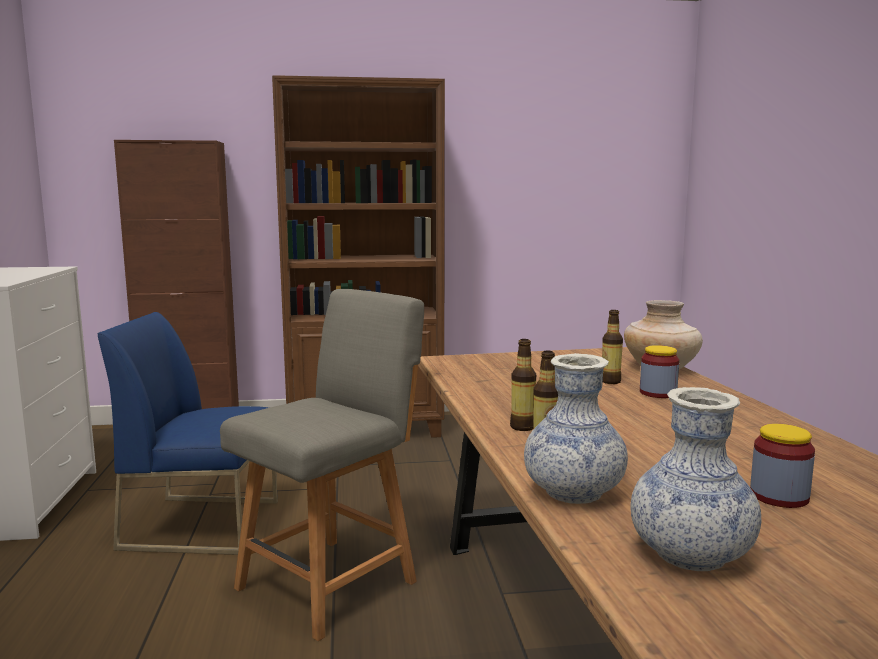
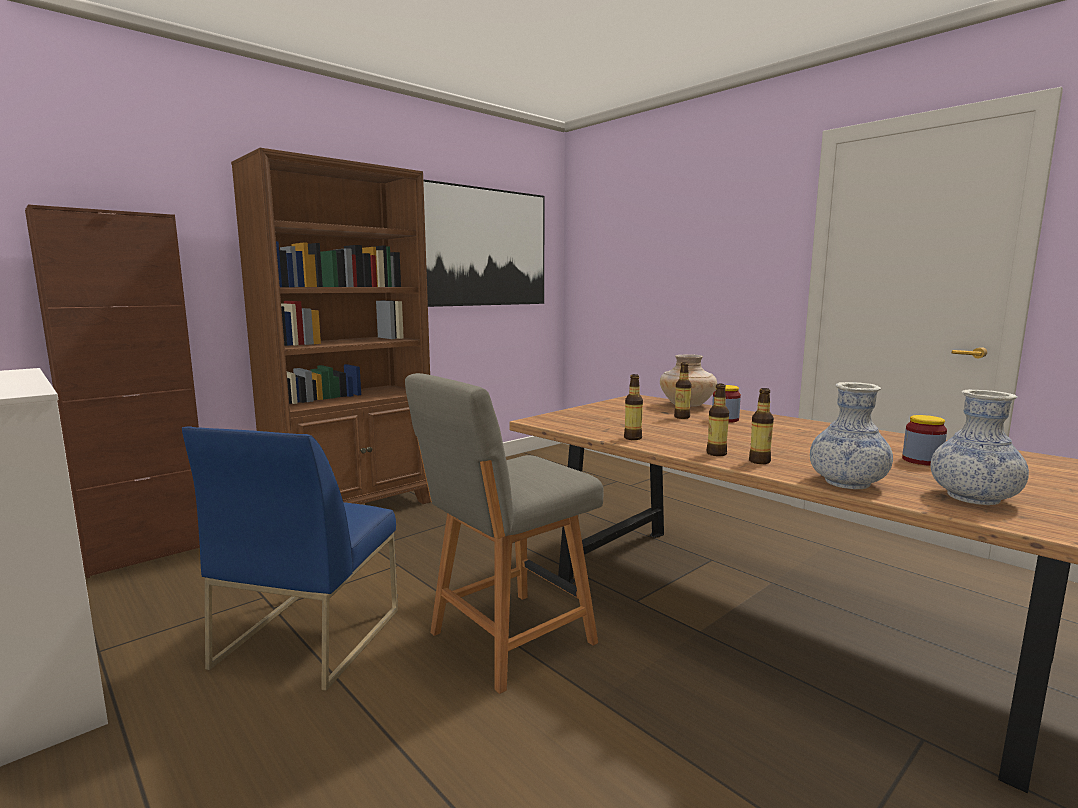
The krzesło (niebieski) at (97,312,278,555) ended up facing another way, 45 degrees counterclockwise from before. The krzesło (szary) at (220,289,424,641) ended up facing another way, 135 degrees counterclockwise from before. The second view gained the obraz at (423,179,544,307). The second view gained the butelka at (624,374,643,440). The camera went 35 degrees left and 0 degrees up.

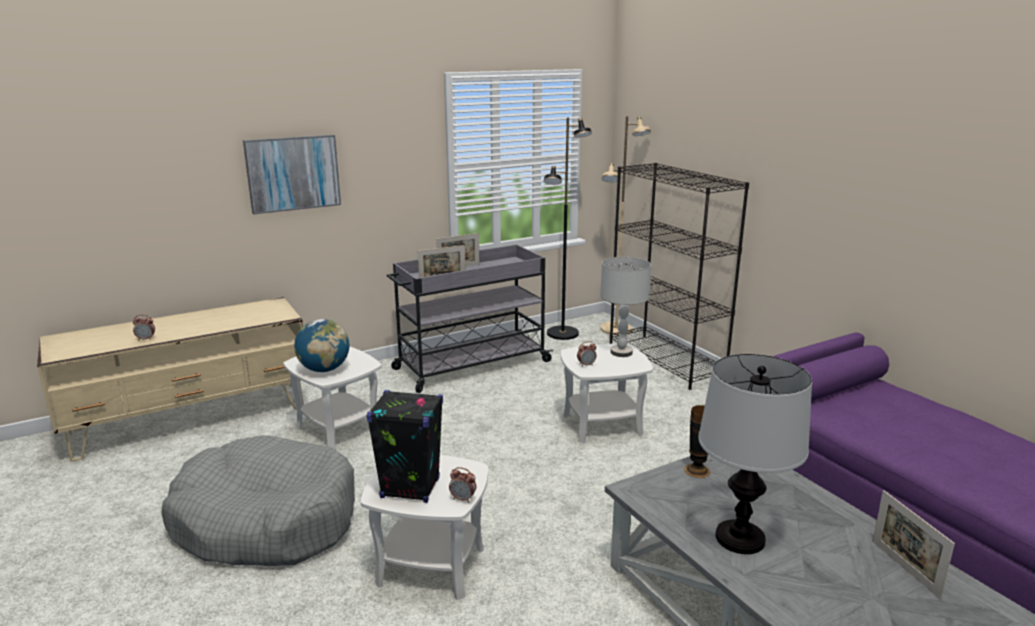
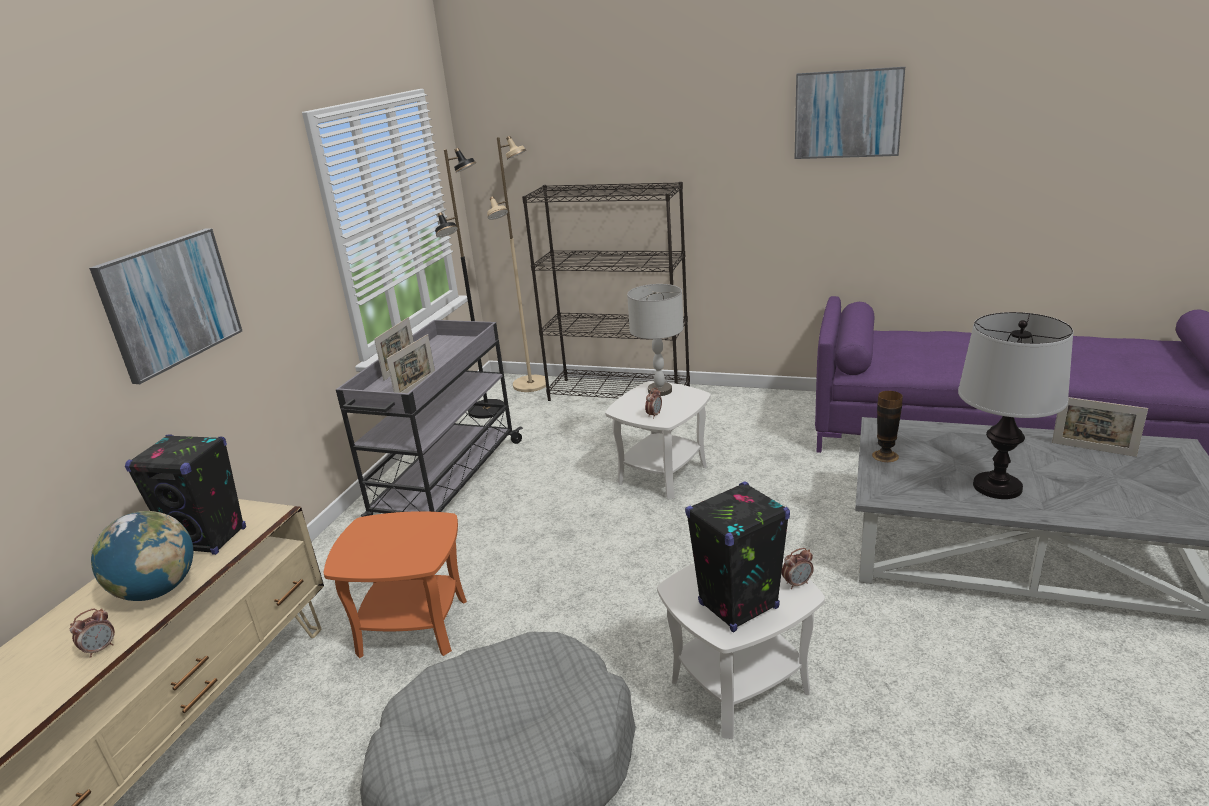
What was the stolik (biały) at (283,346,381,450) turned into the stolik (pomarańczowy) at (324,511,467,658). The globus ended up elsewhere, having gone from (294,319,349,372) to (91,511,193,601). The second view gained the głośnik (czarny) at (125,435,246,555). The second view gained the obraz at (795,67,905,159). The camera went 40 degrees left and 5 degrees up.

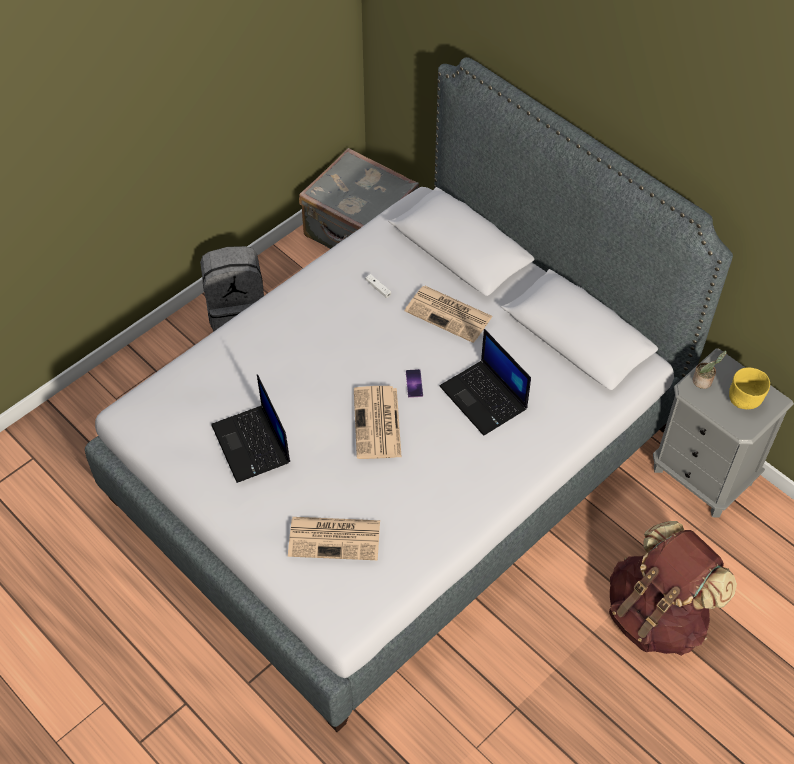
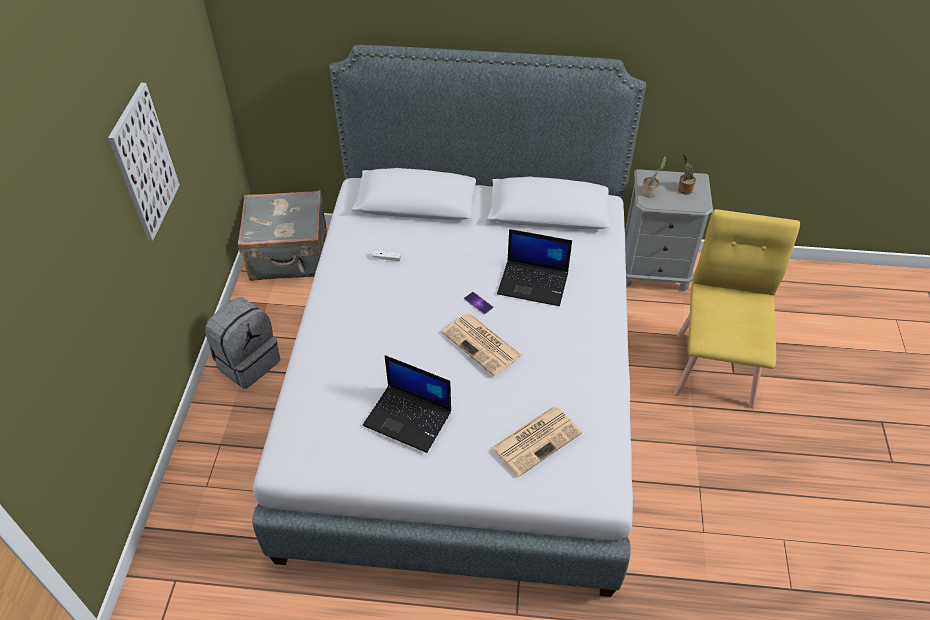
The second view lost the gazeta at (405,286,493,343). Where the plecak (brązowy) stood at (609,521,737,656), the krzesło (żółty) came to stand at (673,209,800,409). Where the miska (żółty) stood at (729,367,770,409), the roślina doniczkowa came to stand at (678,154,696,195). The second view gained the obraz at (108,83,180,241). The camera went 40 degrees left and 5 degrees down.

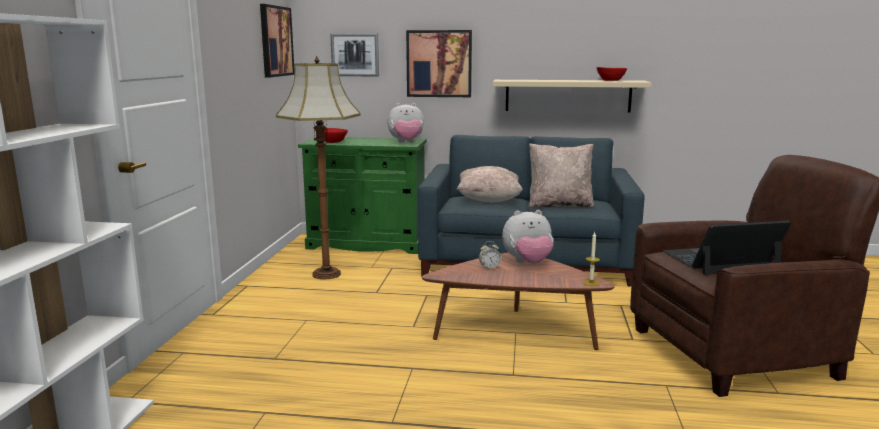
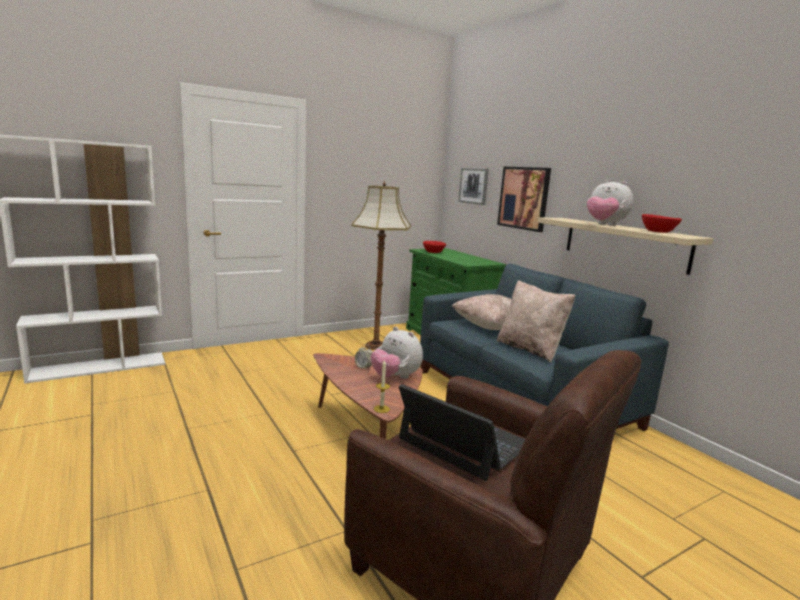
The second view lost the obraz at (260,4,294,78). The pluszak ended up elsewhere, having gone from (387,103,424,143) to (587,180,633,226). The camera went 50 degrees right and 0 degrees up.

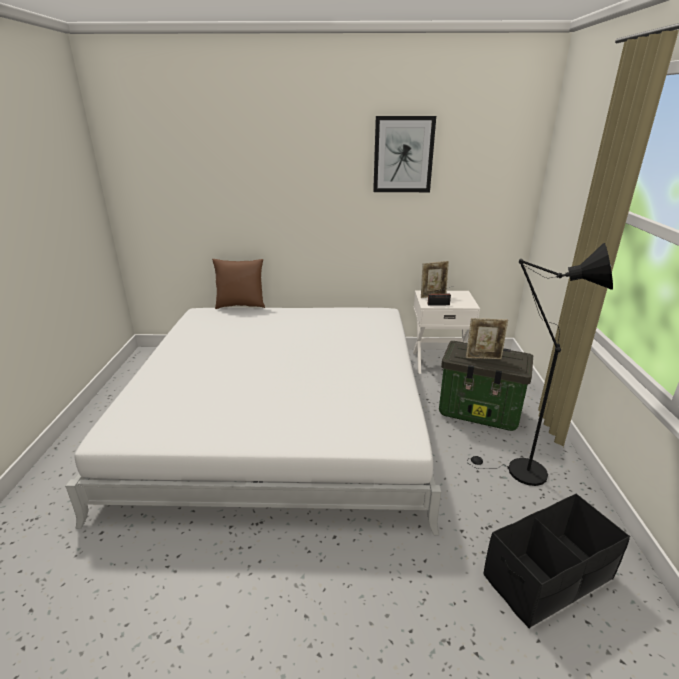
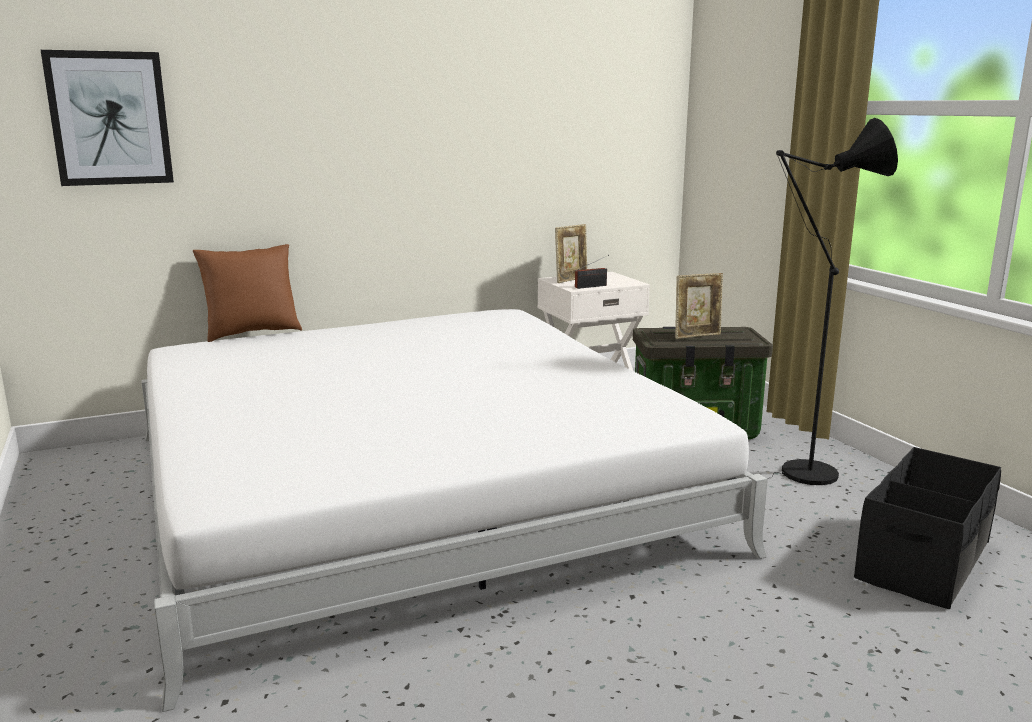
The obraz ended up elsewhere, having gone from (373,116,436,192) to (41,50,174,186). The camera went 25 degrees left and 10 degrees down.

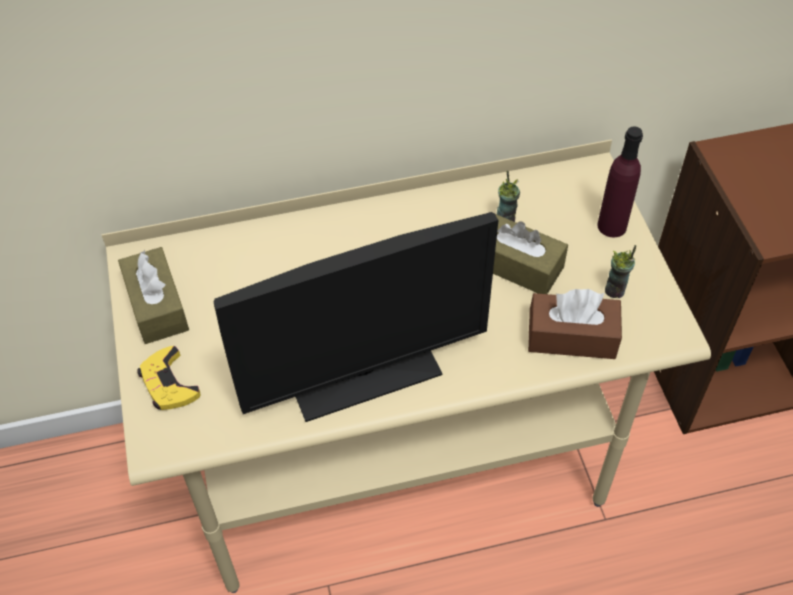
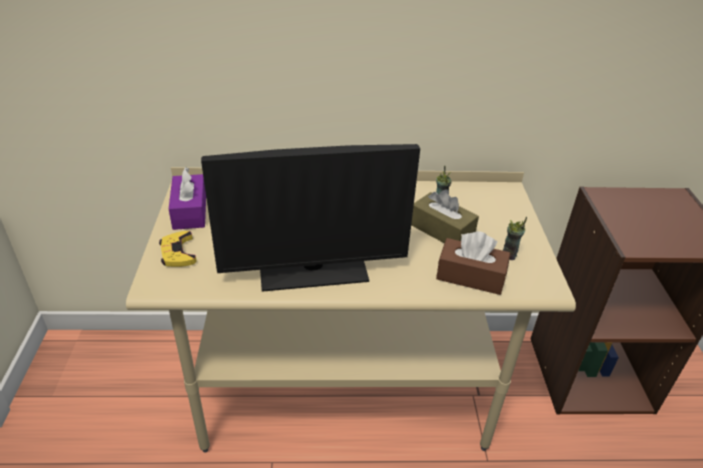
What was the pudełko chusteczek (brązowy) at (118,247,189,344) turned into the pudełko chusteczek (fioletowy) at (169,167,206,230). The second view lost the butelka (fioletowy) at (597,126,643,237). The camera went 10 degrees right and 15 degrees down.

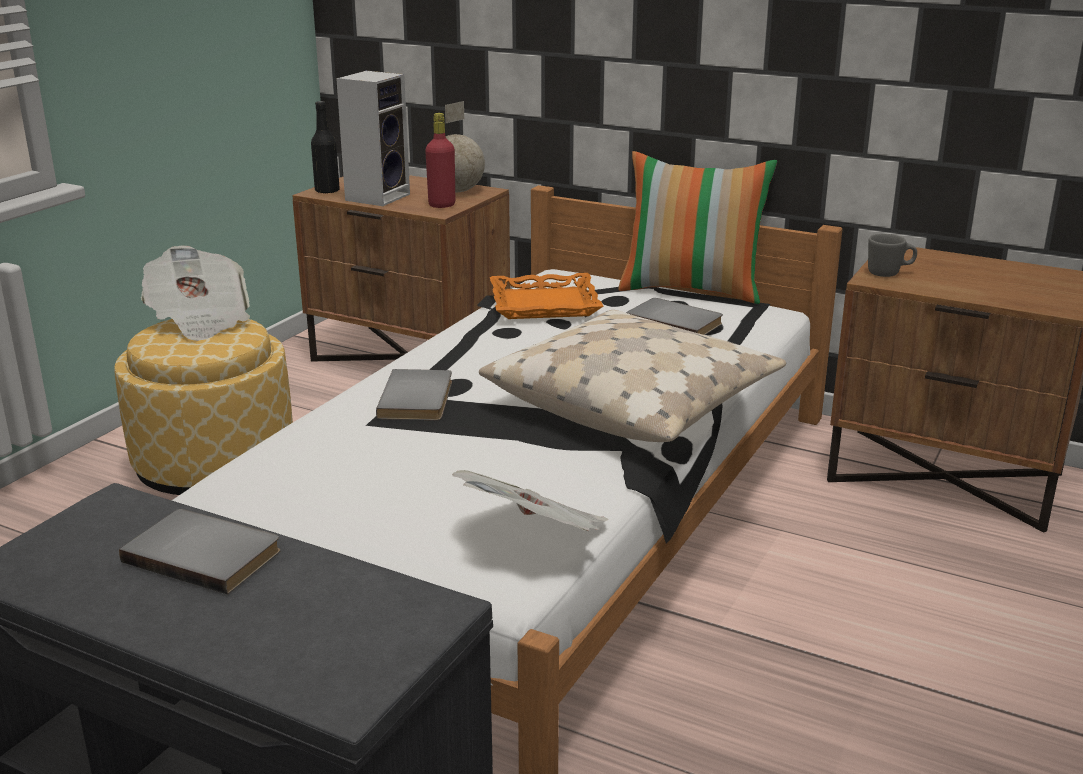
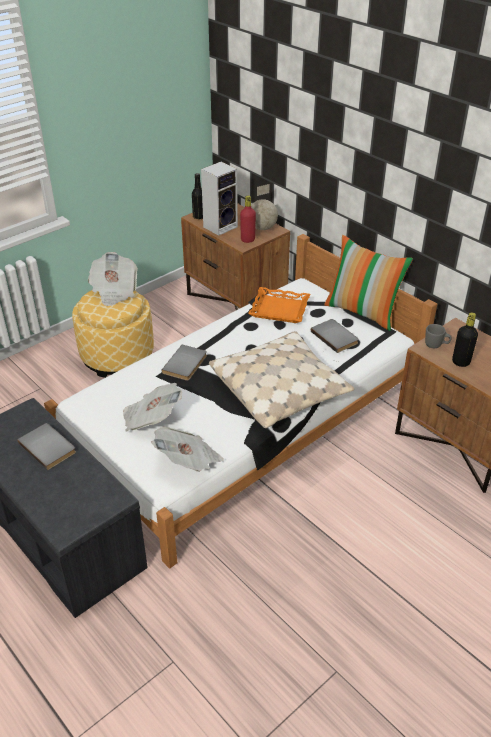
The second view gained the gazeta at (123,383,182,431). The second view gained the butelka (czarny) at (452,312,478,367). The camera went 20 degrees right and 15 degrees up.

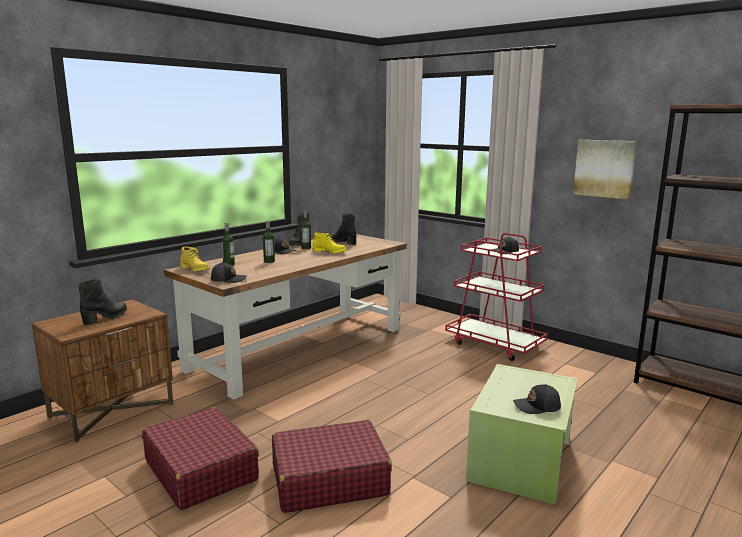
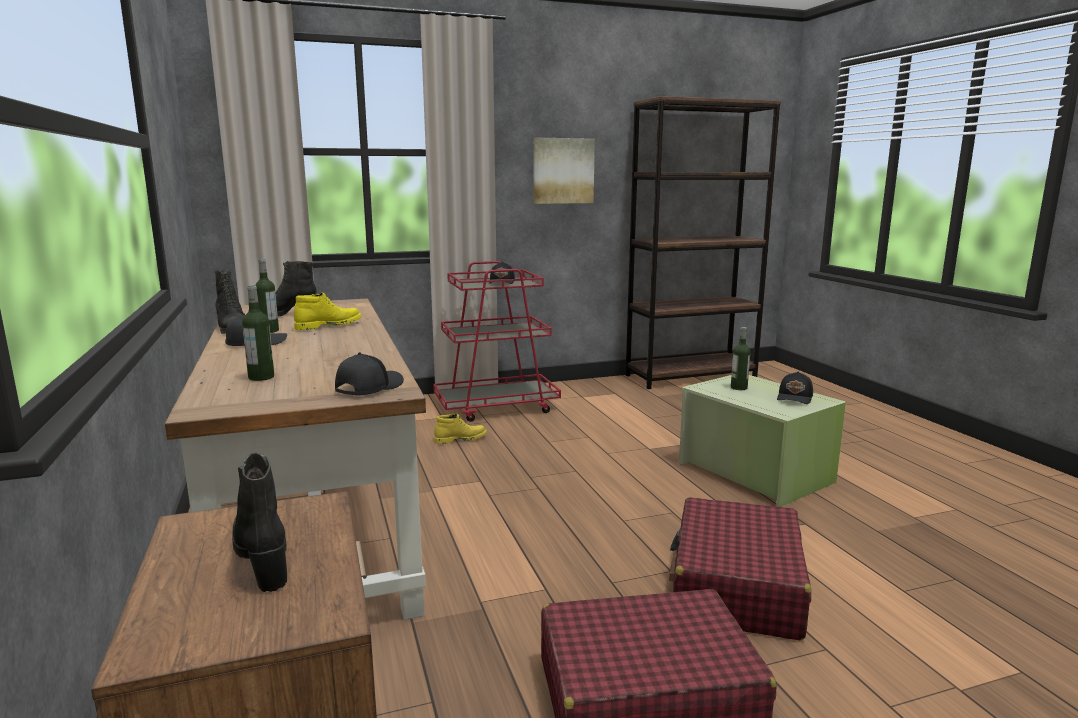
The but z cholewką (żółty) ended up elsewhere, having gone from (180,246,209,271) to (434,414,487,444). The butelka ended up elsewhere, having gone from (263,220,275,263) to (731,327,751,390). The camera went 60 degrees left and 0 degrees up.

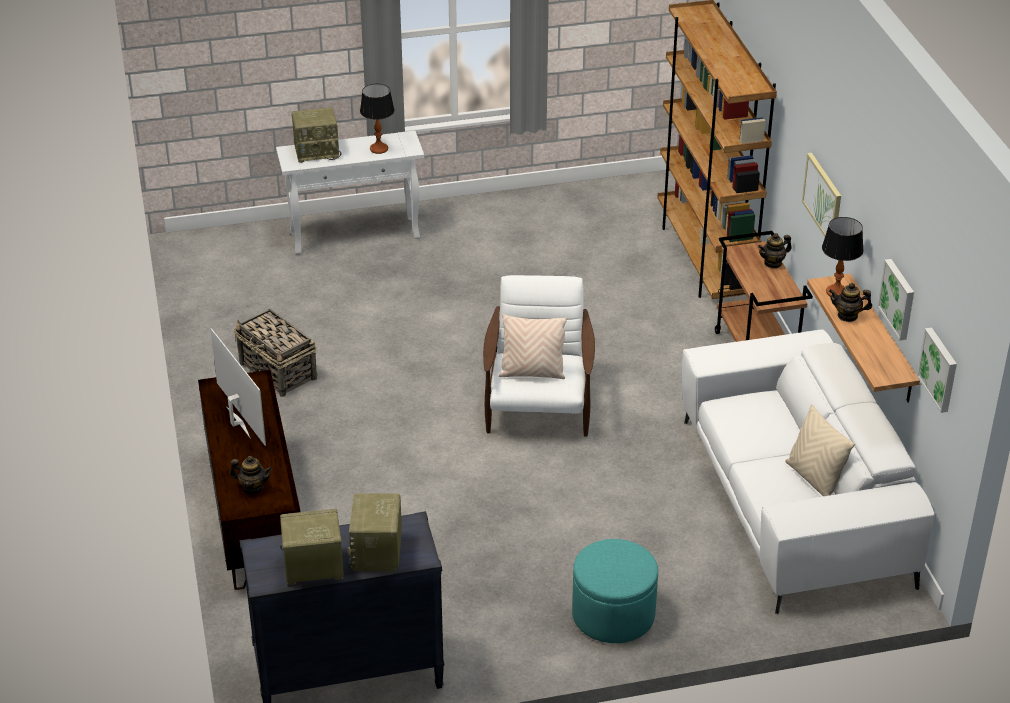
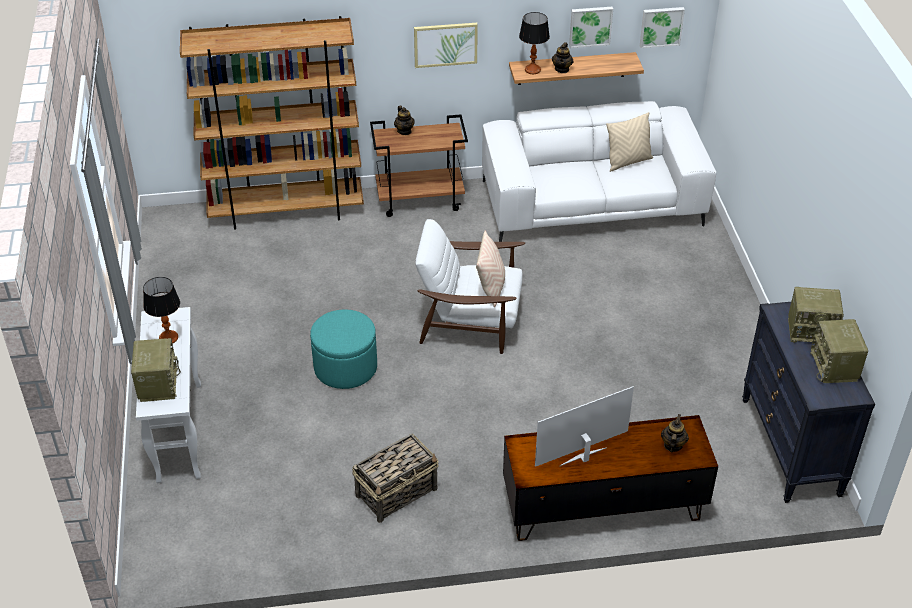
The pufa (turkusowy) ended up elsewhere, having gone from (572,539,658,643) to (310,309,377,389). The camera went 85 degrees left and 5 degrees up.

